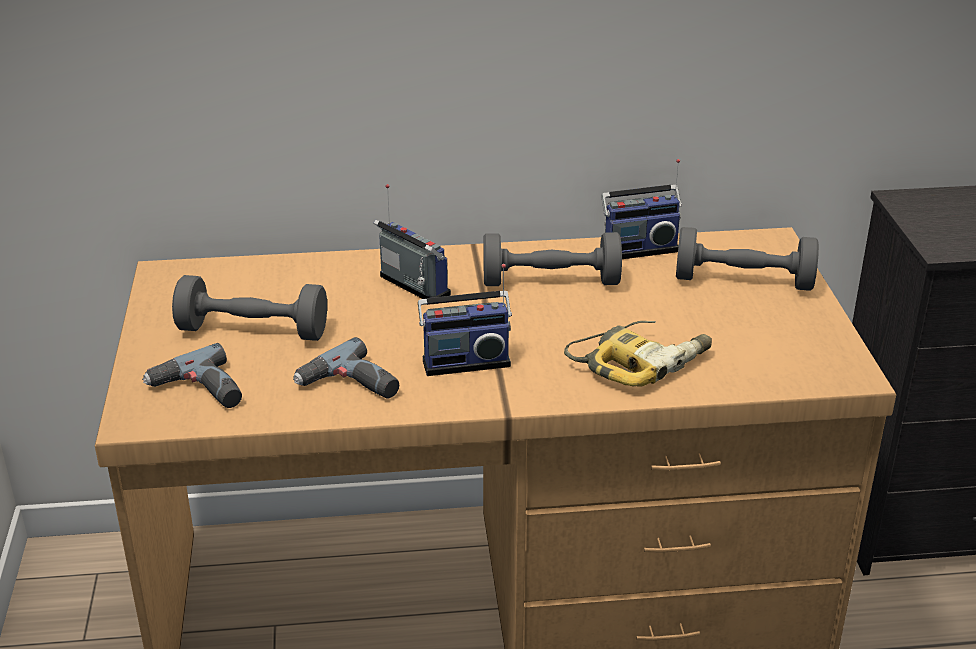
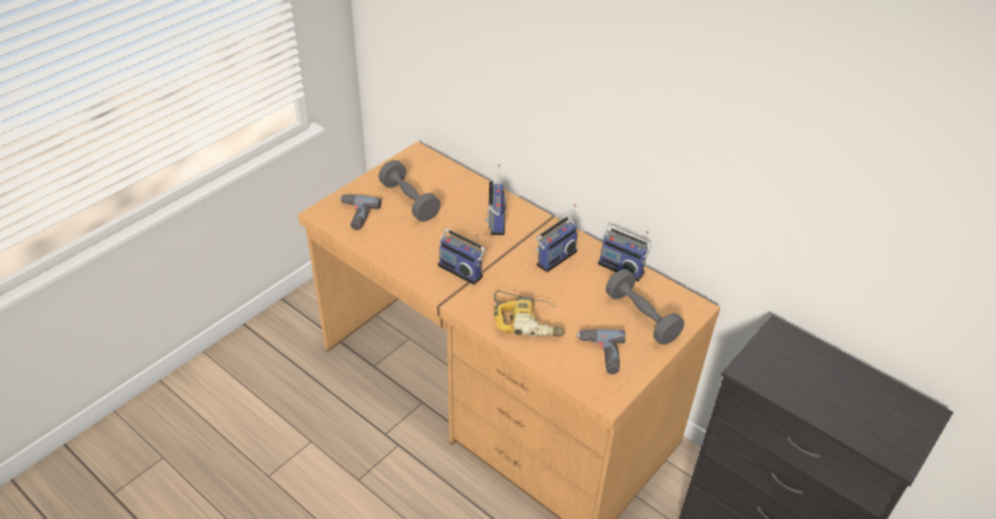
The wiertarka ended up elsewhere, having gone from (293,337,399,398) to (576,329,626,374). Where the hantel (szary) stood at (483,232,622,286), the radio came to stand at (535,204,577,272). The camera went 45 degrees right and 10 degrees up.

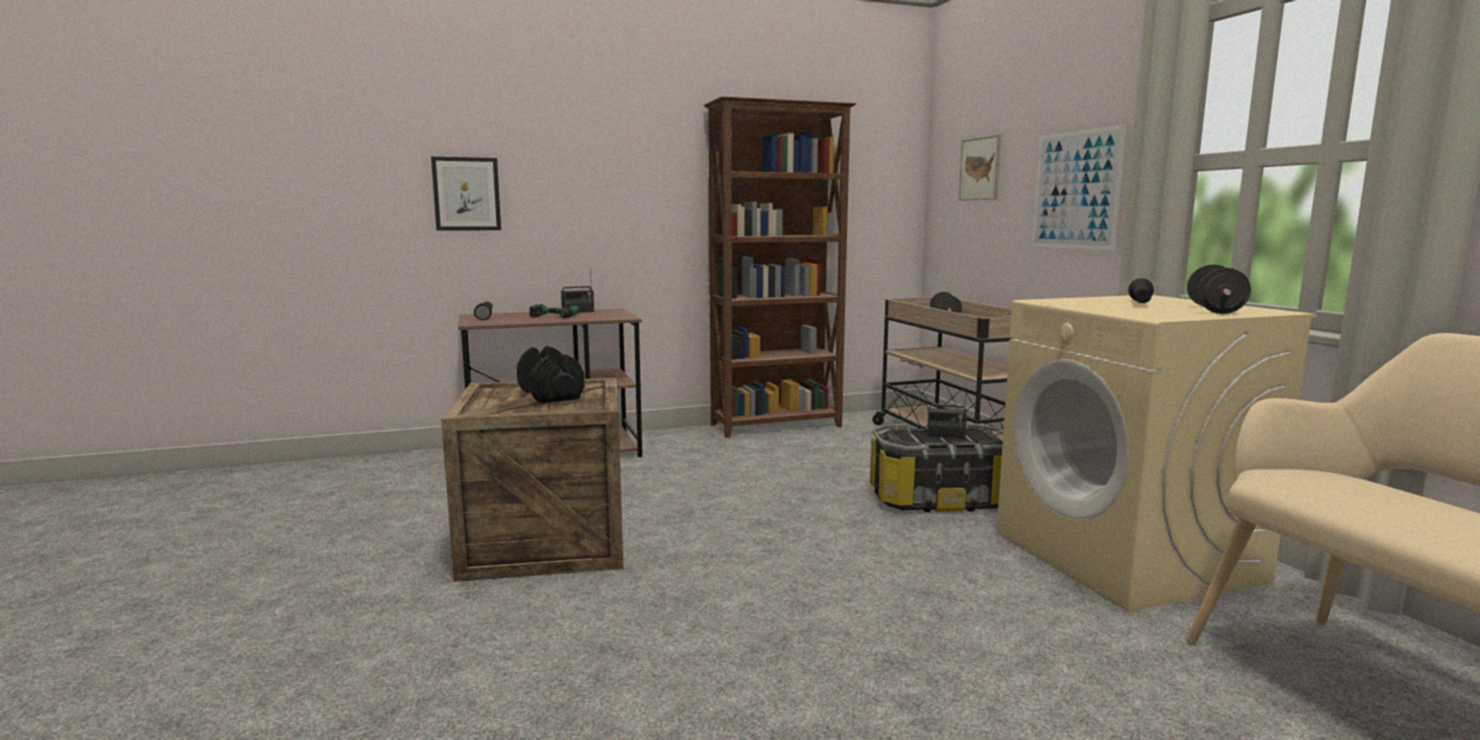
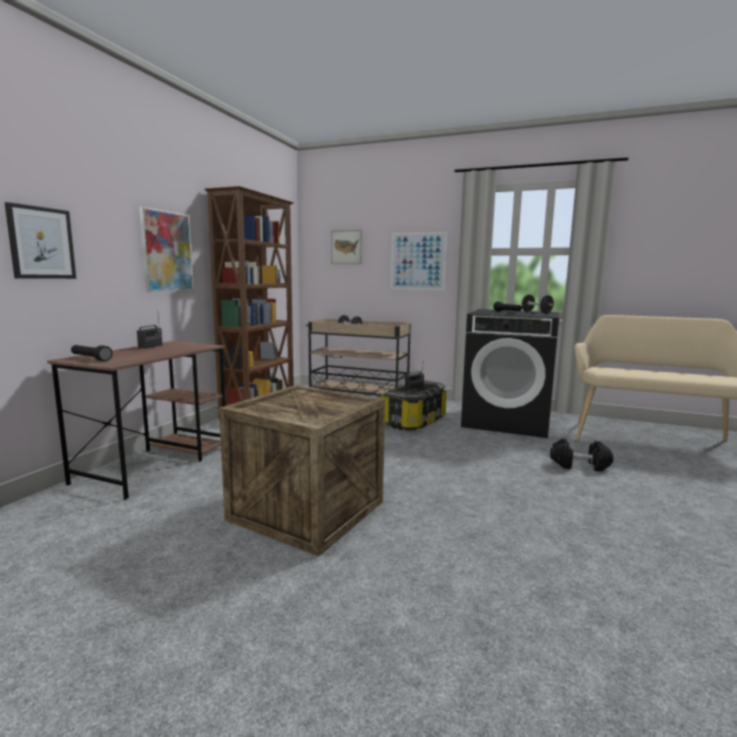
The hantel (czarny) ended up elsewhere, having gone from (517,346,584,403) to (550,439,613,471). The second view lost the wiertarka at (530,304,580,318). What was the pralka (beżowy) at (997,295,1317,612) turned into the pralka (czarny) at (461,309,559,438). The second view gained the obraz at (139,206,194,292). The camera went 50 degrees left and 0 degrees up.

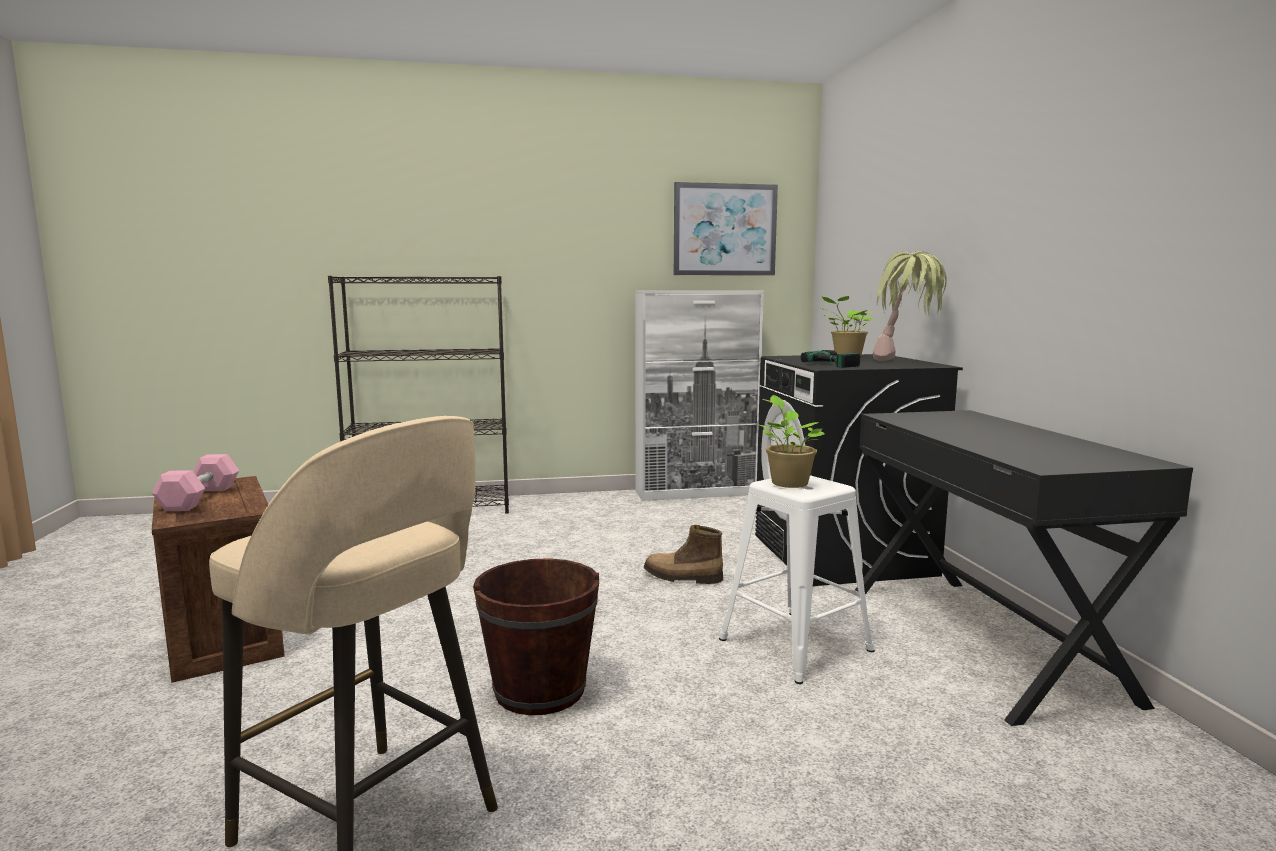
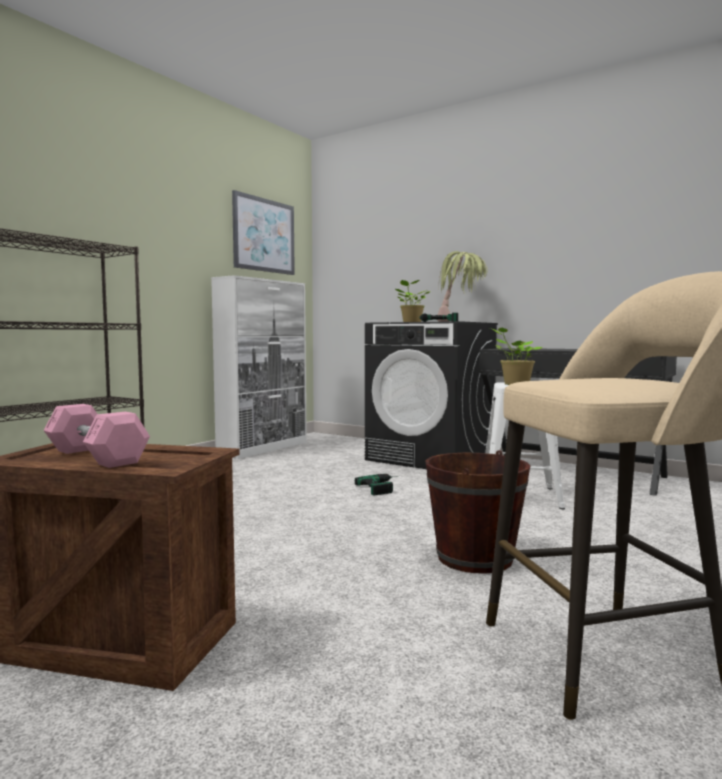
Where the but z cholewką stood at (644,525,723,584), the wiertarka came to stand at (355,474,398,495). The camera went 45 degrees left and 5 degrees down.

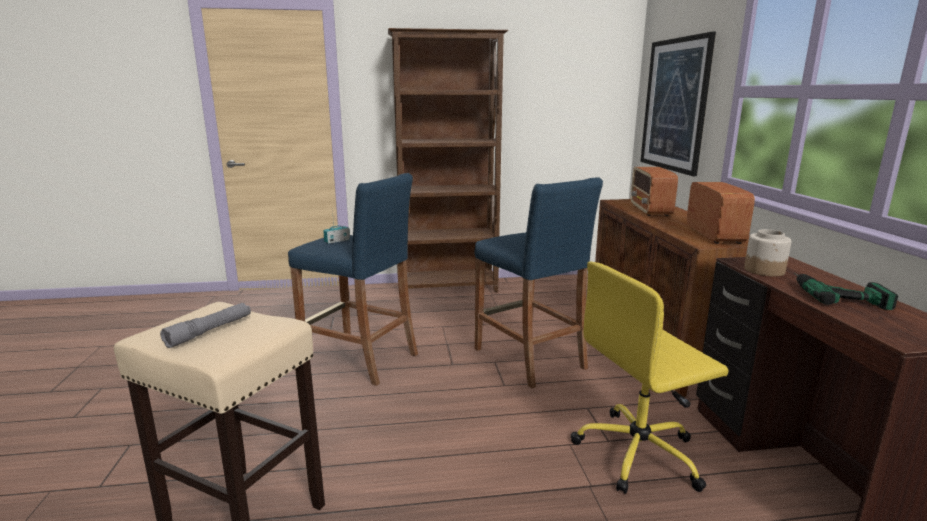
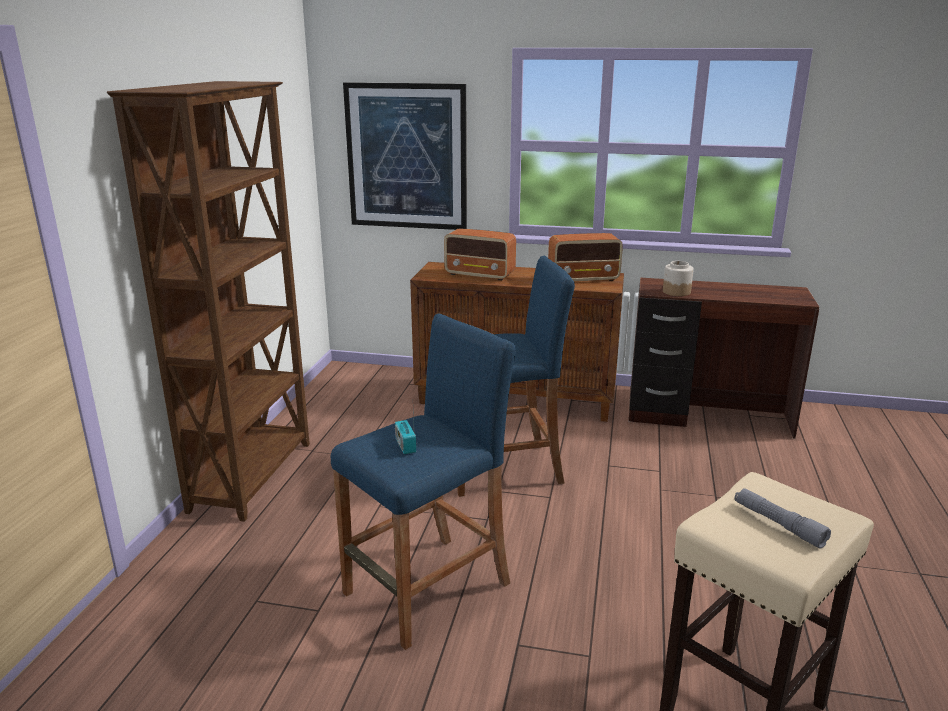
The second view lost the krzesło biurowe (żółty) at (571,262,728,494). The radio at (687,182,755,244) ended up facing another way, 150 degrees clockwise from before. The second view lost the wiertarka at (794,272,898,310). The camera went 70 degrees left and 5 degrees up.

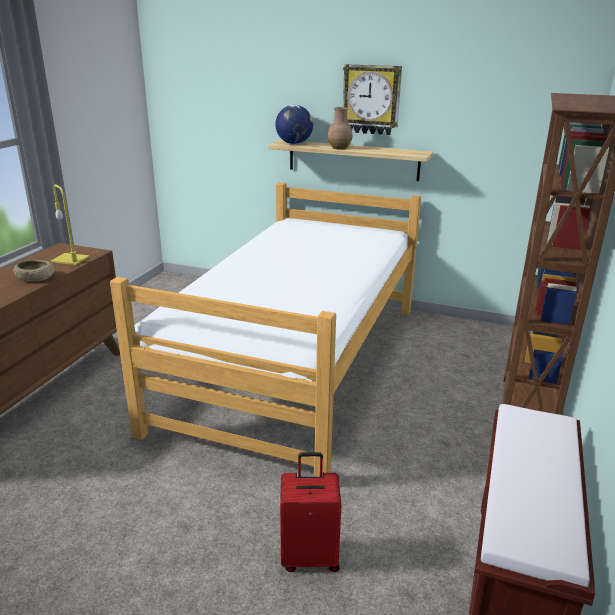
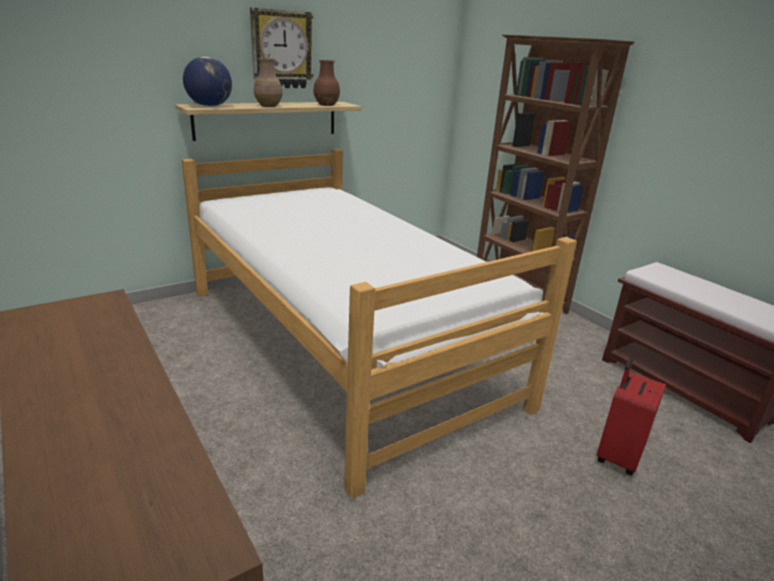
The second view lost the miska (beżowy) at (13,260,55,282). The second view lost the lampa stołowa (żółty) at (51,184,90,265). The second view gained the wazon (brązowy) at (313,60,340,106). The camera went 55 degrees left and 0 degrees up.

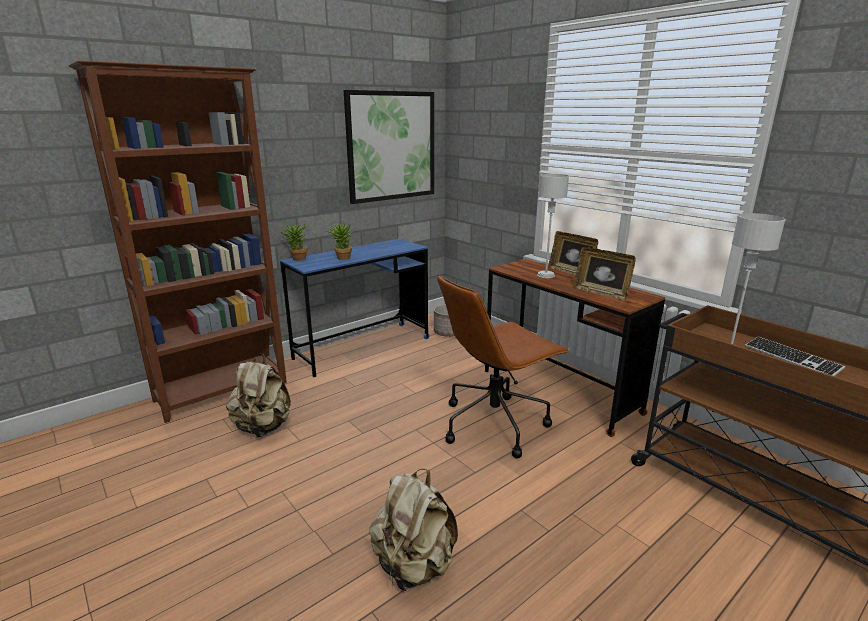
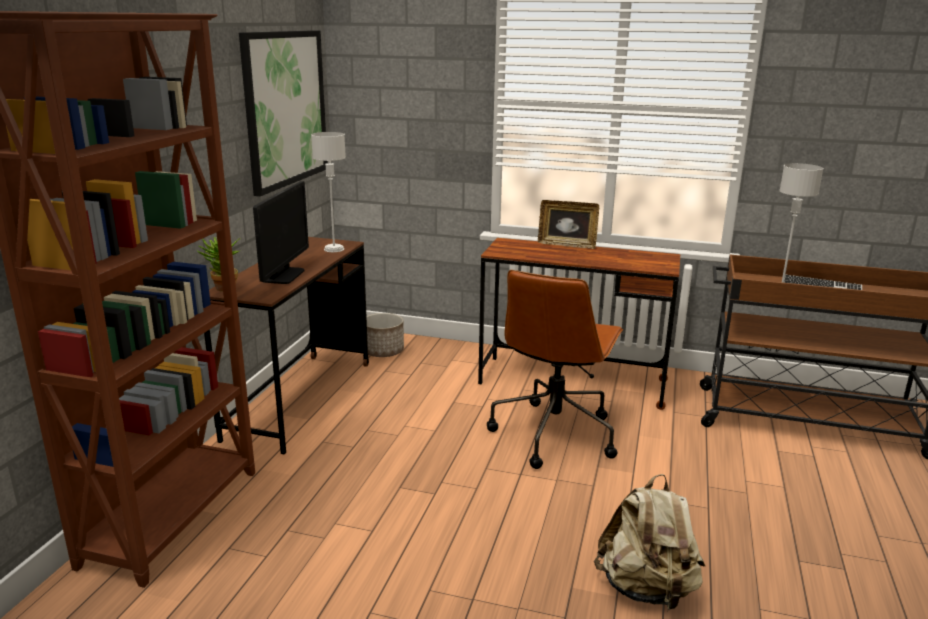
The second view lost the plecak (beżowy) at (226,354,291,437). What was the biurko (niebieski) at (280,239,429,377) turned into the biurko (brązowy) at (204,237,369,454). Where the roślina doniczkowa stood at (325,220,353,260), the monitor came to stand at (253,181,309,284). The lampa stołowa (szary) ended up elsewhere, having gone from (537,174,569,278) to (311,132,346,252). The second view lost the ramka na zdjęcie at (574,247,636,301). The camera went 35 degrees left and 0 degrees up.

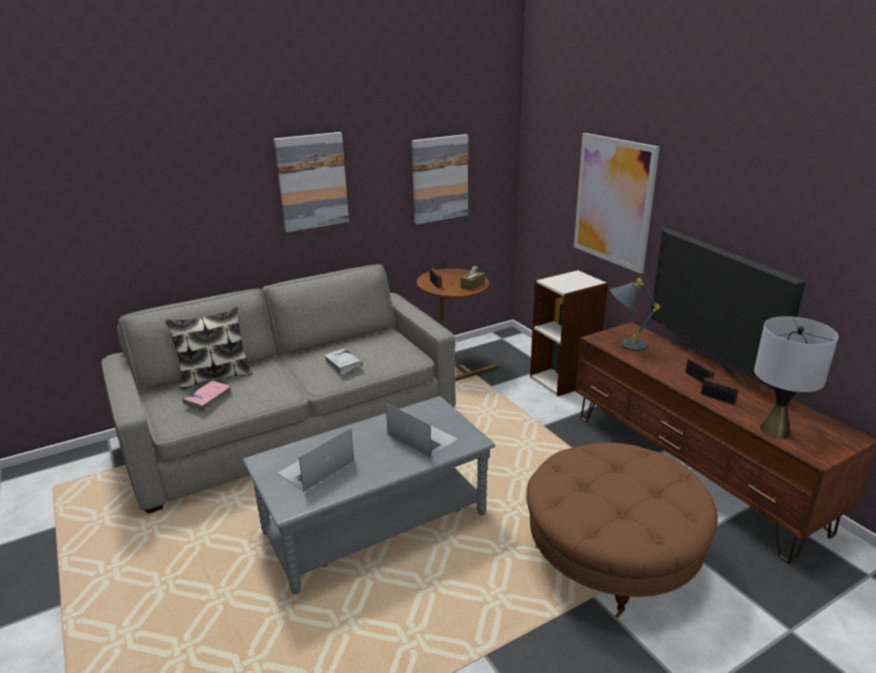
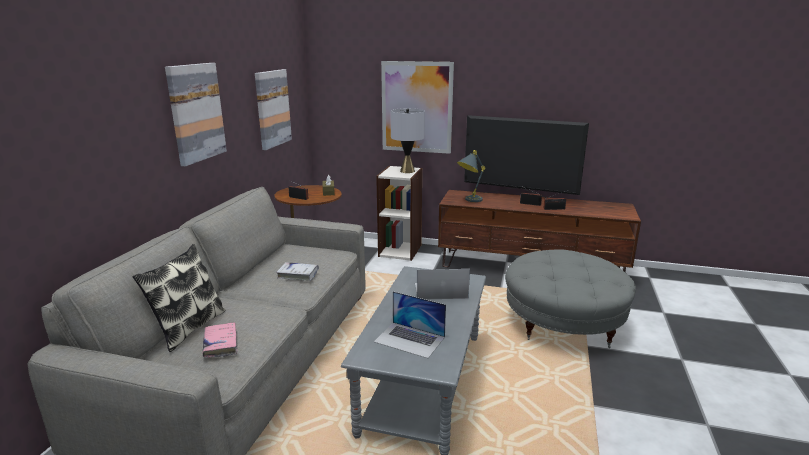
The laptop at (277,428,354,492) ended up facing another way, 60 degrees counterclockwise from before. What was the pufa (brązowy) at (527,442,718,618) turned into the pufa (szary) at (505,250,636,348). The lampa stołowa (szary) ended up elsewhere, having gone from (754,316,839,439) to (391,108,425,173). The camera went 45 degrees left and 5 degrees down.

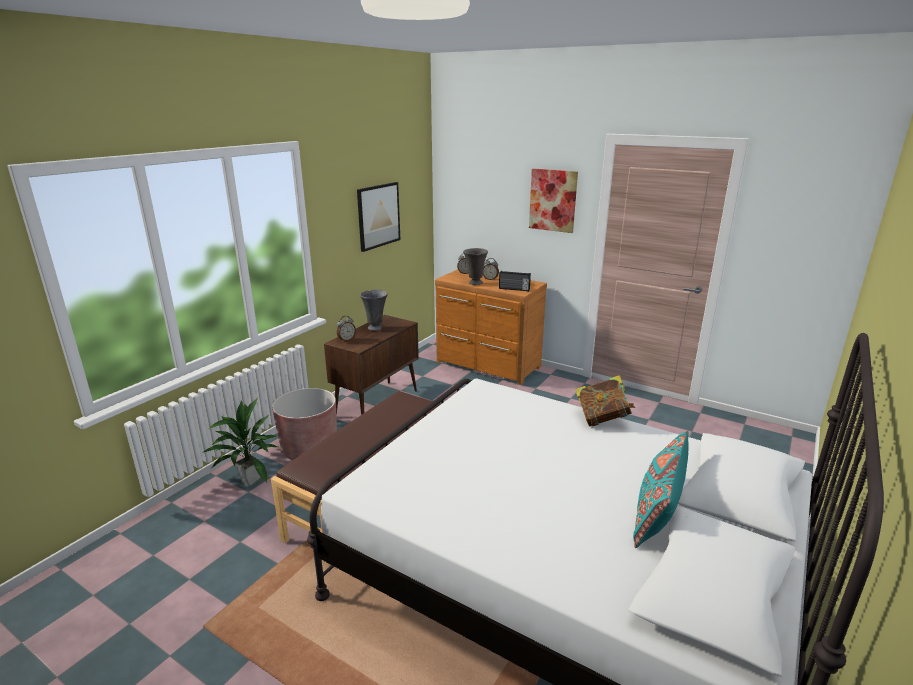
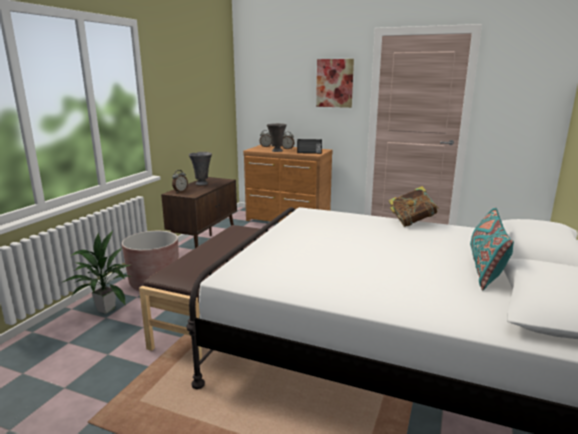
The second view lost the obraz at (357,182,400,252). The camera went 10 degrees left and 5 degrees down.

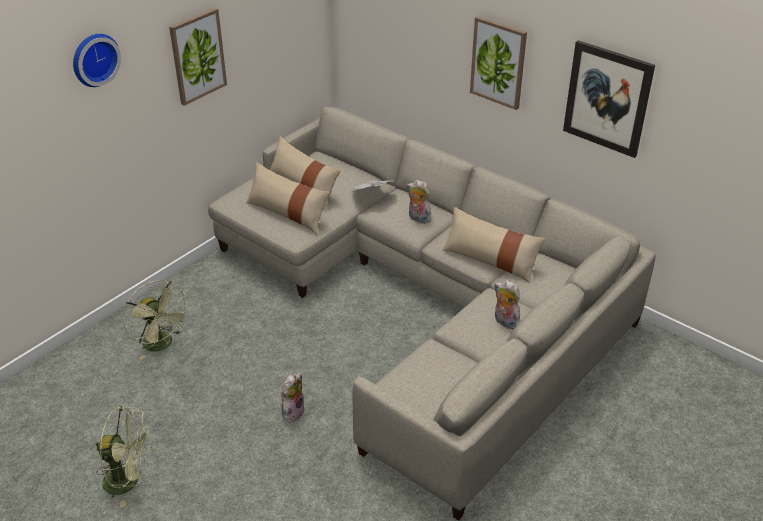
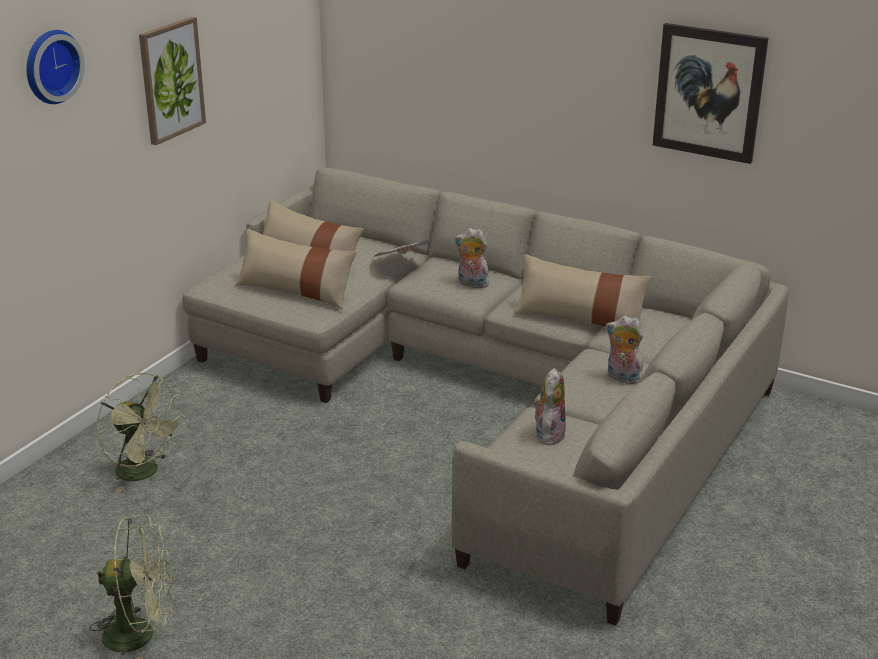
The pluszak ended up elsewhere, having gone from (280,373,305,423) to (533,368,566,445). The second view lost the obraz at (470,16,527,110). The camera went 10 degrees left and 10 degrees down.

